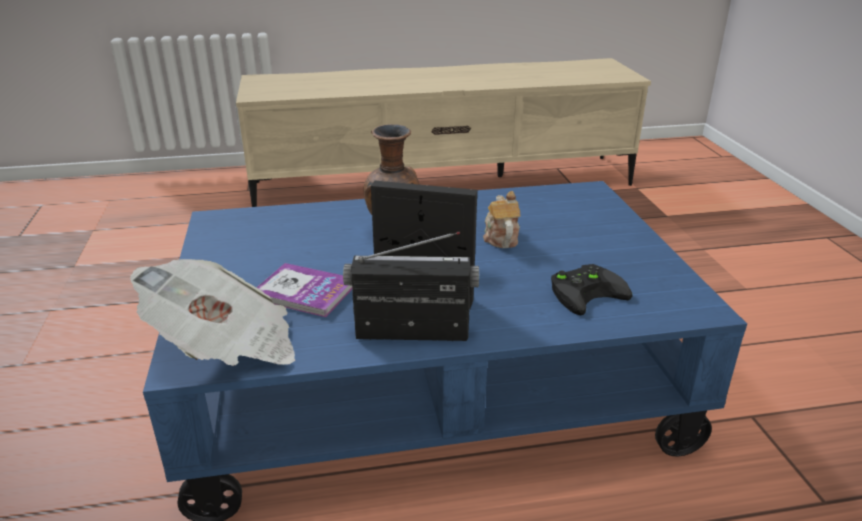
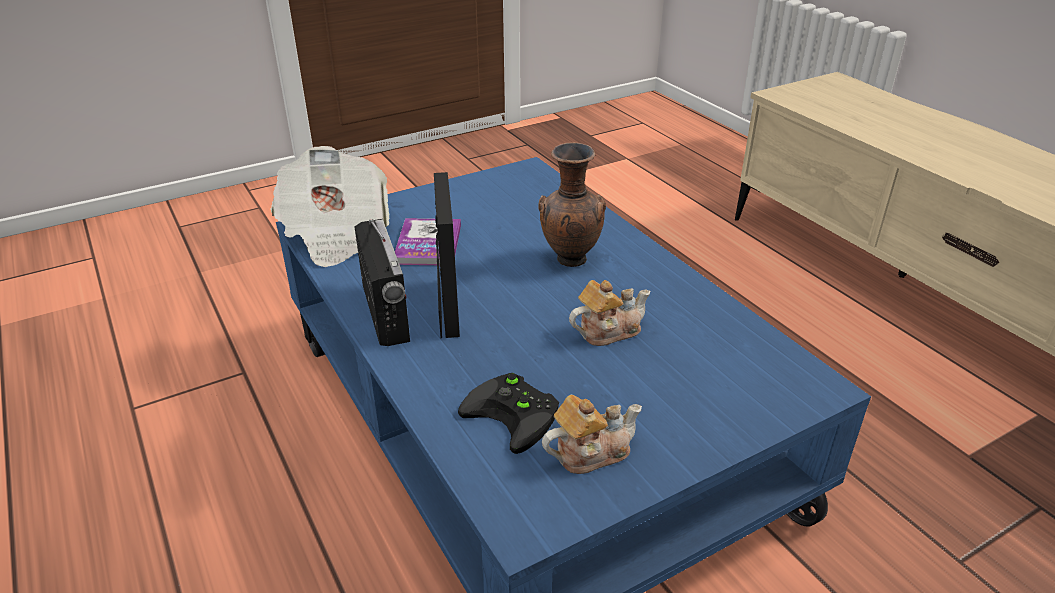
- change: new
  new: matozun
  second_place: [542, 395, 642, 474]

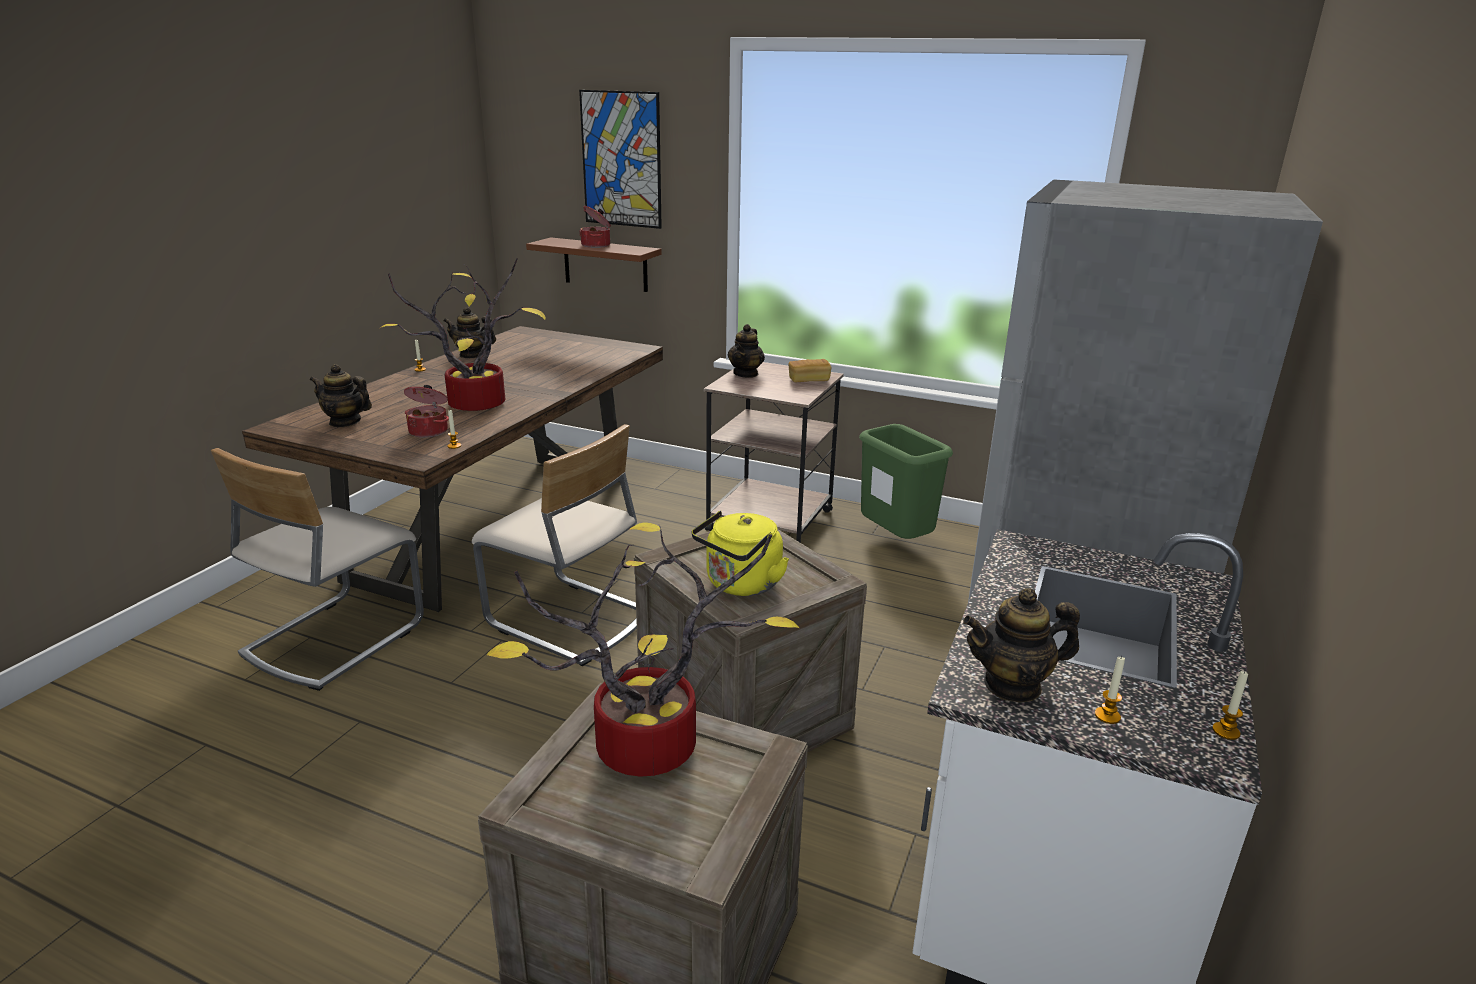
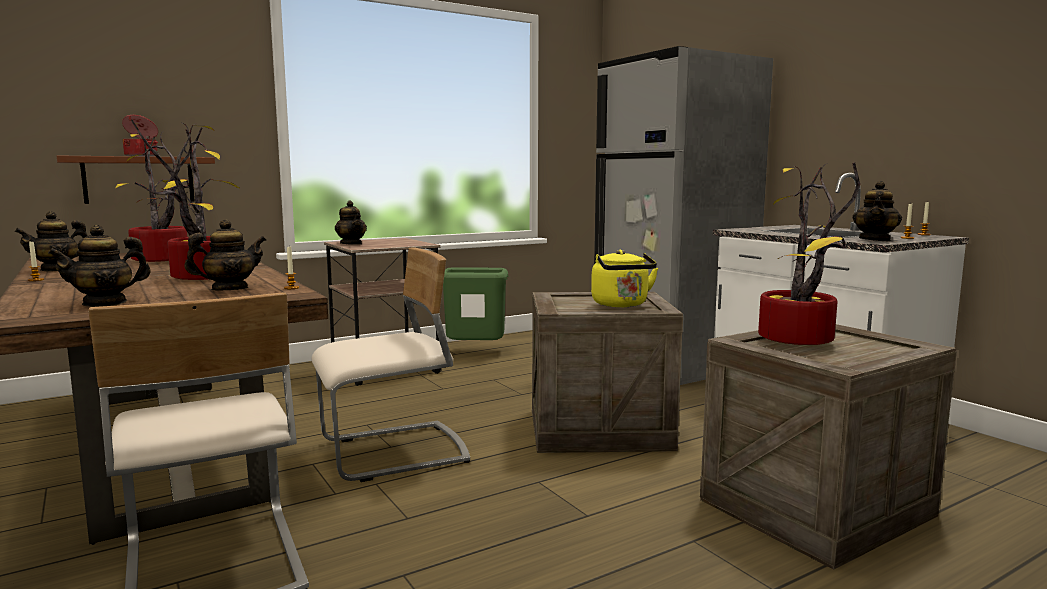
- change: new
  new: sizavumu
  second_place: [127, 129, 192, 262]
- change: swapped
  old: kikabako
  new: matozun
  first_place: [404, 385, 449, 438]
  second_place: [185, 219, 266, 290]
- change: gone
  old: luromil
  first_place: [579, 90, 662, 229]
- change: gone
  old: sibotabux
  first_place: [788, 359, 832, 382]

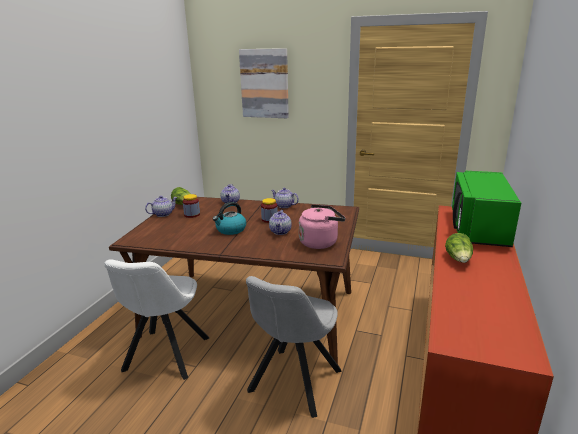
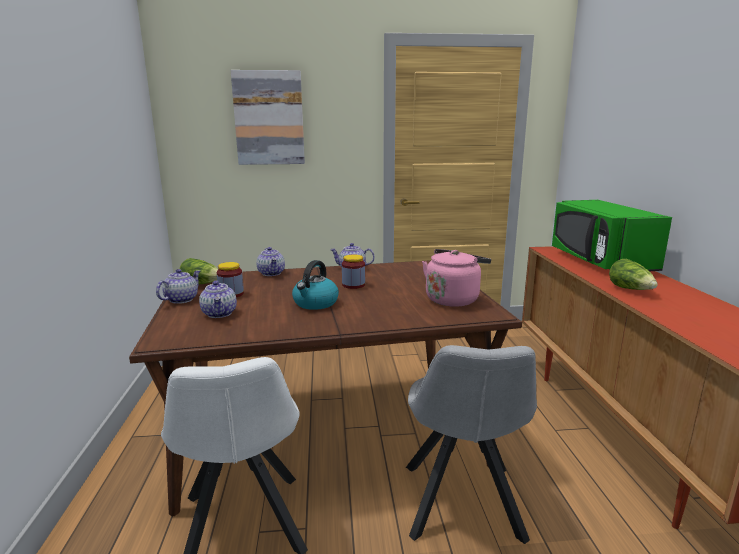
- change: shifted
  old: matozun
  first_place: [269, 210, 292, 235]
  second_place: [199, 280, 237, 318]

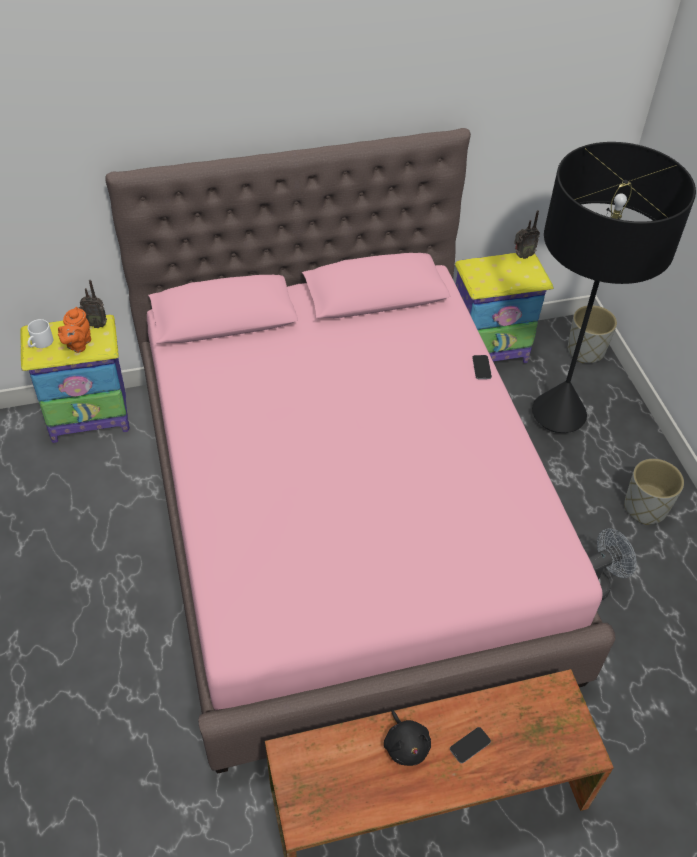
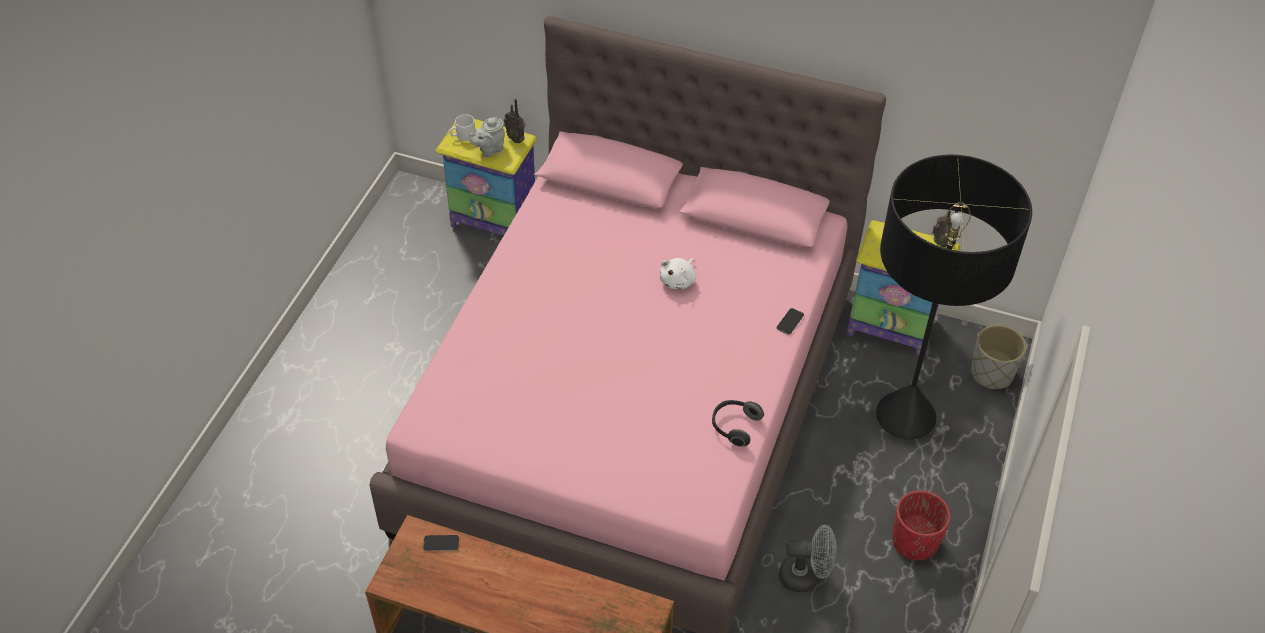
- change: shifted
  old: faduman
  first_place: [450, 727, 491, 763]
  second_place: [423, 535, 459, 551]
- change: repainted
  old: orange_matozun
  new: grey_matozun
  first_place: [58, 307, 91, 353]
  second_place: [469, 117, 505, 157]
- change: new
  new: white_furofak
  second_place: [660, 258, 696, 289]
- change: new
  new: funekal
  second_place: [712, 400, 764, 447]
- change: repainted
  old: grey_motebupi
  new: red_motebupi
  first_place: [624, 459, 684, 525]
  second_place: [892, 490, 951, 560]
- change: gone
  old: black_furofak
  first_place: [384, 710, 431, 766]

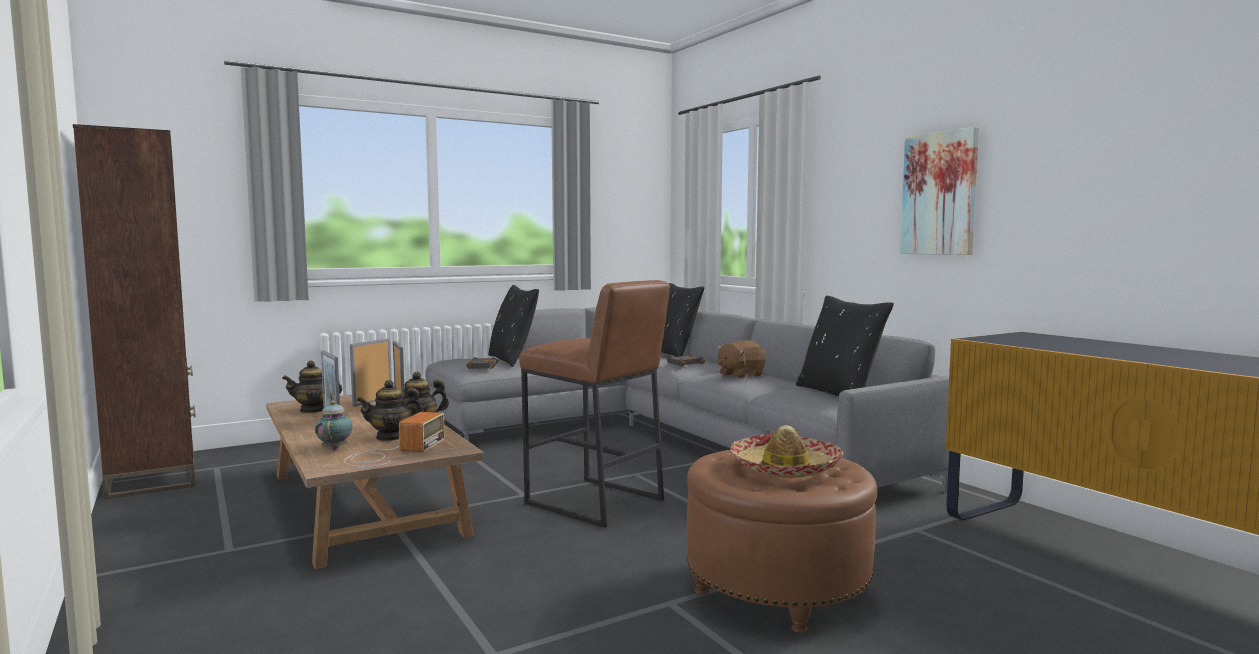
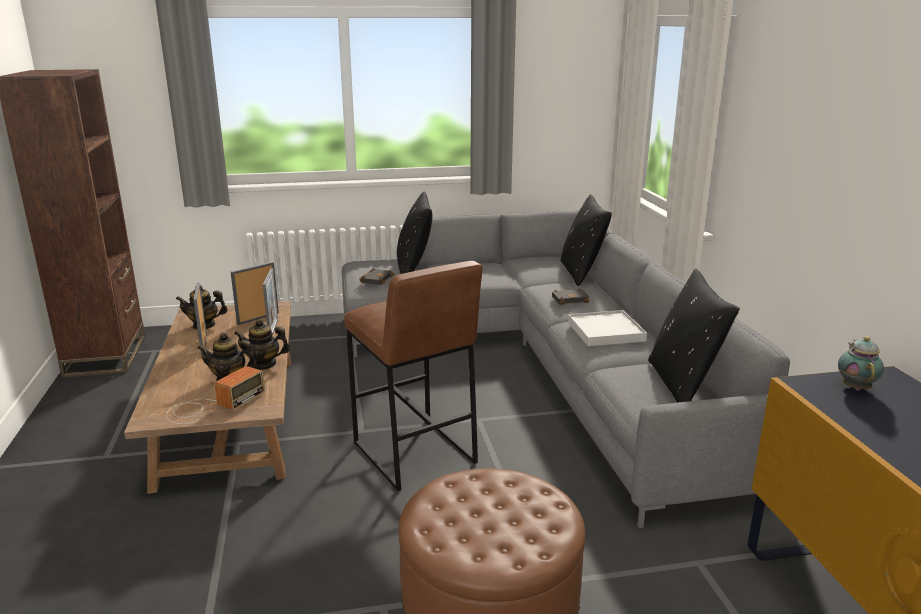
- change: swapped
  old: brown_furofak
  new: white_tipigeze
  first_place: [718, 340, 766, 379]
  second_place: [568, 310, 647, 346]
- change: shifted
  old: matozun
  first_place: [315, 401, 353, 450]
  second_place: [838, 336, 884, 391]
- change: gone
  old: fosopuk
  first_place: [730, 425, 843, 478]
- change: gone
  old: luromil
  first_place: [900, 127, 979, 255]

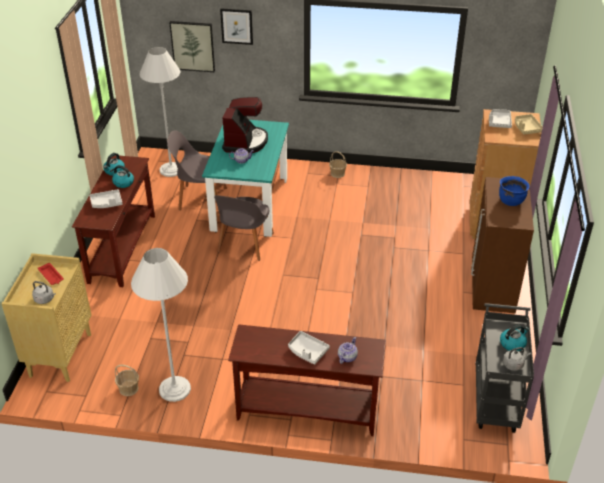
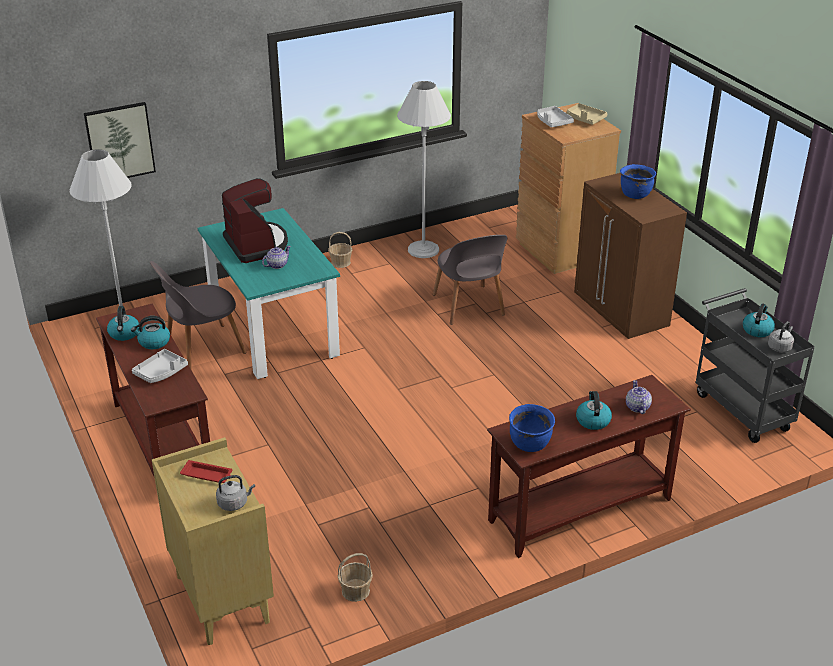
- change: shifted
  old: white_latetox
  first_place: [131, 248, 191, 402]
  second_place: [397, 81, 451, 258]
- change: shifted
  old: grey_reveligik
  first_place: [214, 195, 274, 261]
  second_place: [432, 235, 507, 325]
- change: new
  new: blue_kikabako
  second_place: [509, 404, 555, 452]
- change: swapped
  old: grey_tipigeze
  new: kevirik
  first_place: [288, 331, 330, 365]
  second_place: [576, 391, 612, 430]
- change: gone
  old: luromil
  first_place: [220, 8, 253, 45]

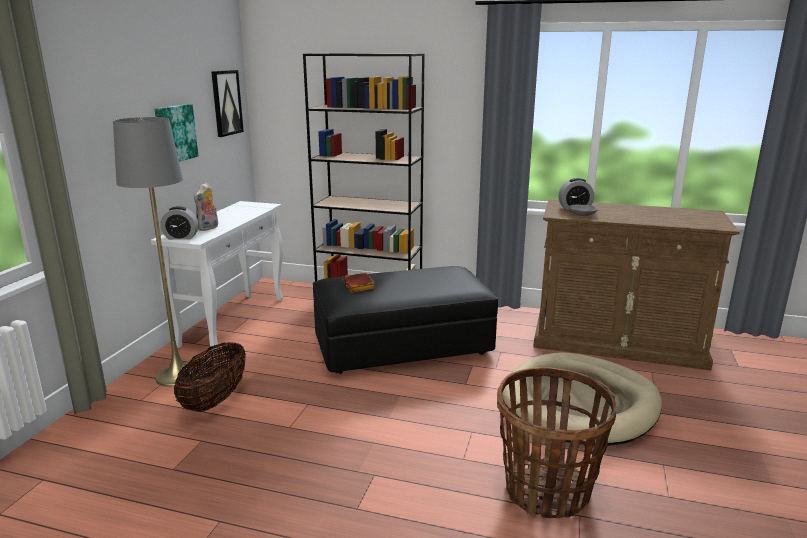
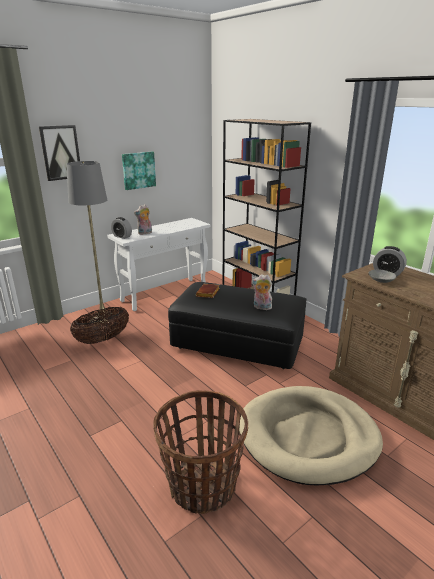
- change: shifted
  old: luromil
  first_place: [211, 70, 244, 137]
  second_place: [39, 125, 80, 181]
- change: new
  new: furofak
  second_place: [252, 274, 272, 310]

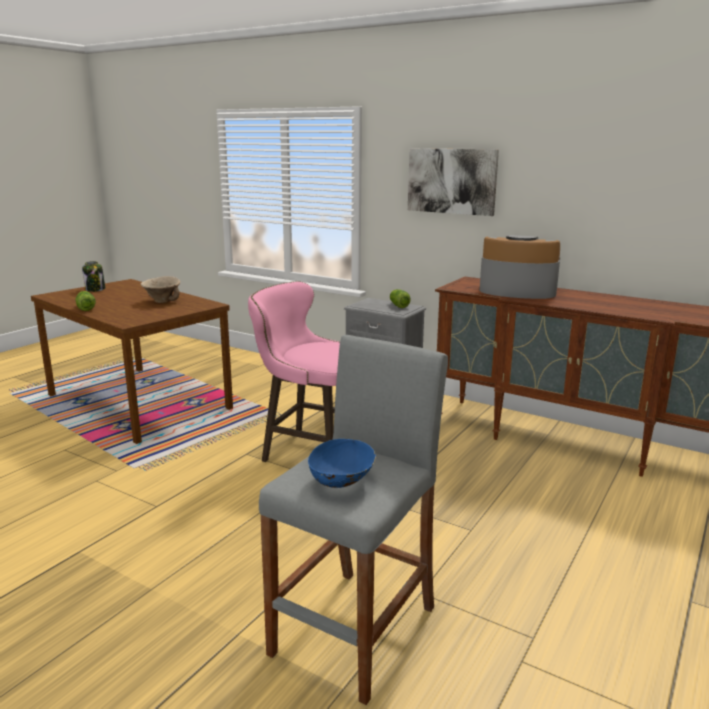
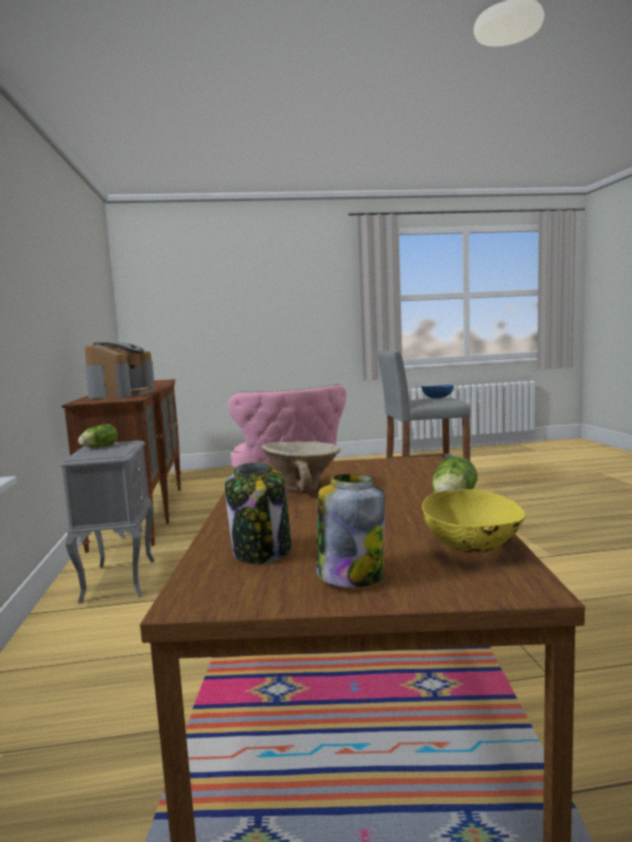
- change: rotated
  old: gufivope
  first_place: [479, 235, 560, 299]
  second_place: [85, 342, 155, 399]
  degrees: -150
- change: new
  new: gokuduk
  second_place: [225, 462, 292, 564]
- change: new
  new: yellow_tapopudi
  second_place: [422, 488, 526, 553]
- change: gone
  old: luromil
  first_place: [408, 148, 499, 216]

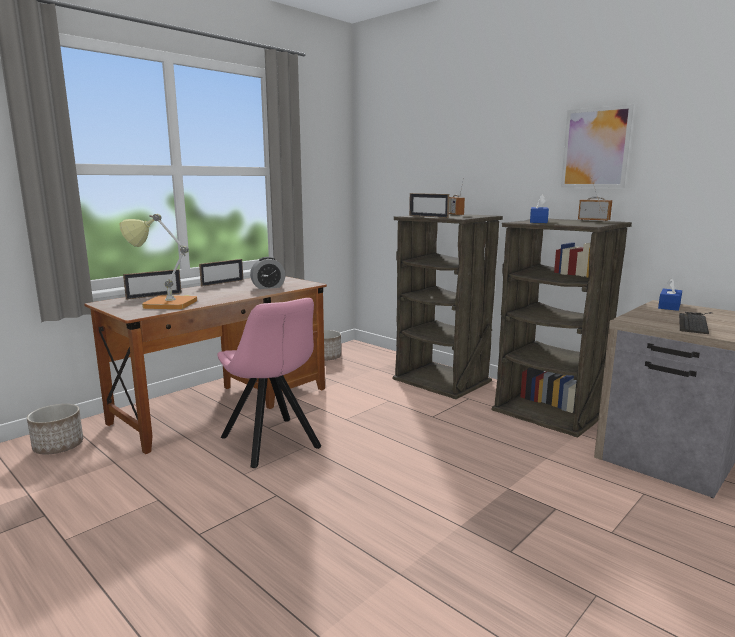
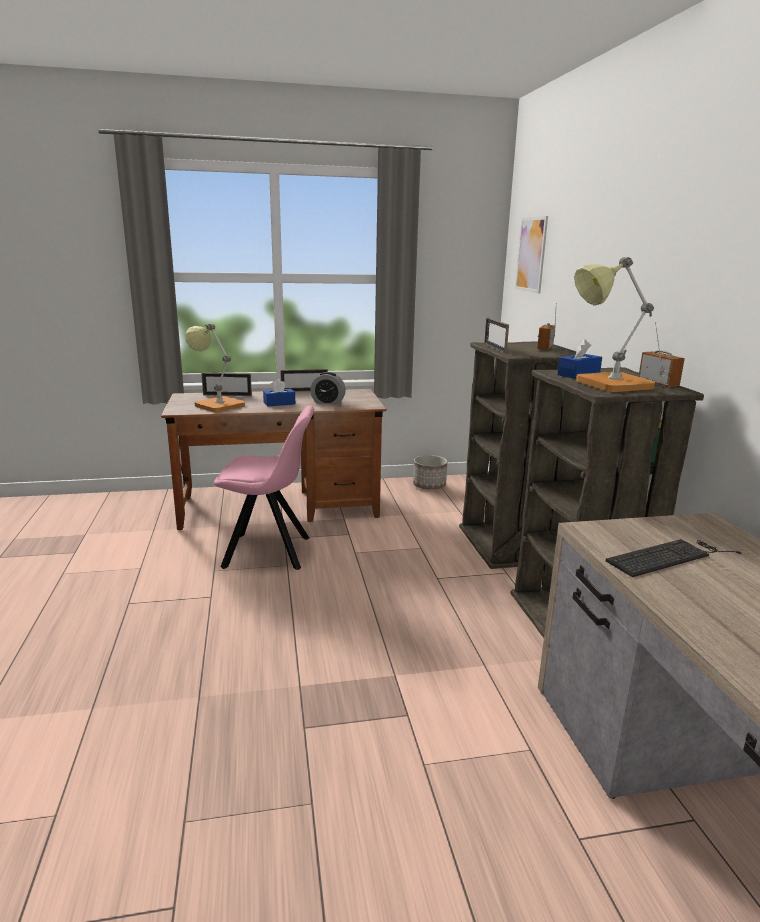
- change: rotated
  old: pink_reveligik
  first_place: [217, 298, 321, 468]
  second_place: [214, 405, 314, 570]
  degrees: -90
- change: shifted
  old: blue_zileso
  first_place: [658, 278, 682, 311]
  second_place: [263, 379, 295, 407]
- change: shifted
  old: luromil
  first_place: [561, 104, 634, 188]
  second_place: [515, 216, 548, 293]
- change: new
  new: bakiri
  second_place: [574, 257, 655, 392]
- change: gone
  old: motebupi
  first_place: [27, 404, 83, 455]

